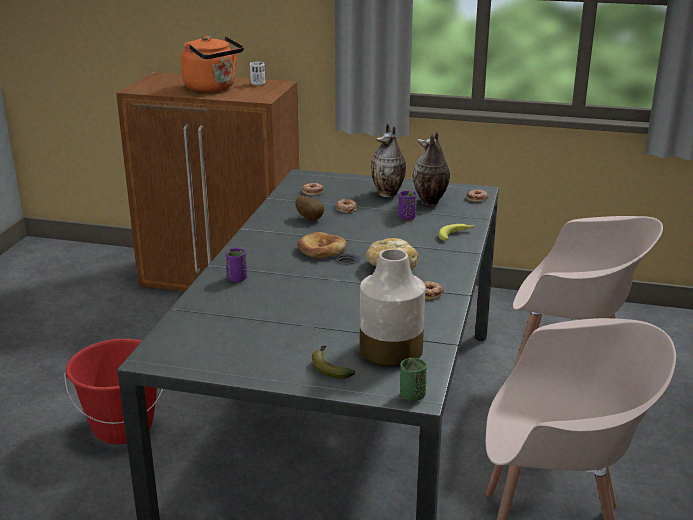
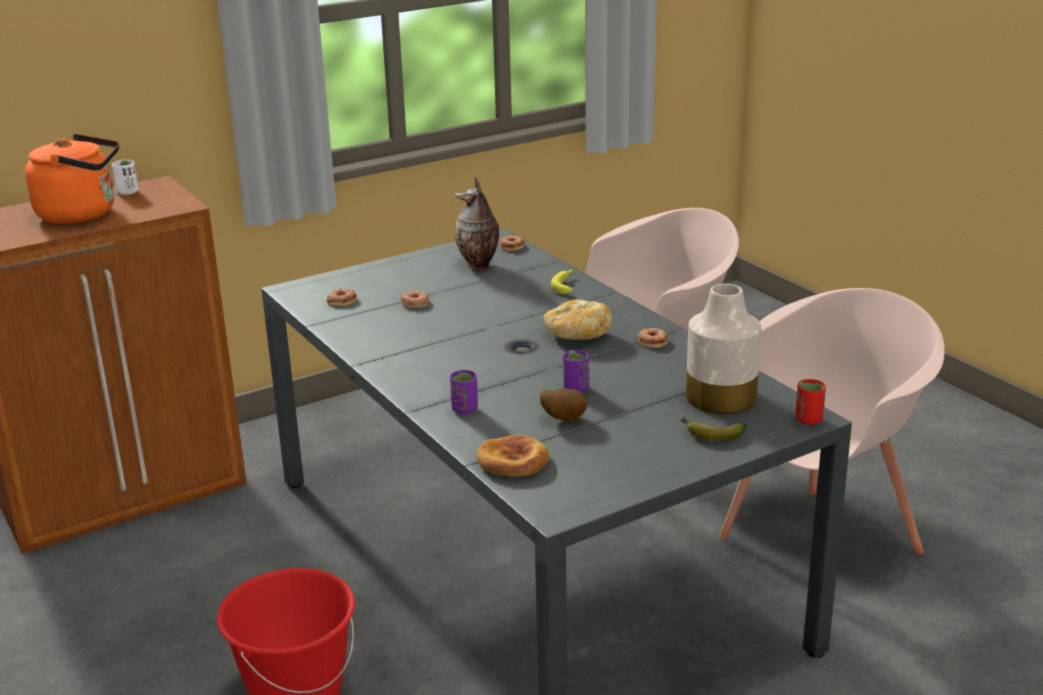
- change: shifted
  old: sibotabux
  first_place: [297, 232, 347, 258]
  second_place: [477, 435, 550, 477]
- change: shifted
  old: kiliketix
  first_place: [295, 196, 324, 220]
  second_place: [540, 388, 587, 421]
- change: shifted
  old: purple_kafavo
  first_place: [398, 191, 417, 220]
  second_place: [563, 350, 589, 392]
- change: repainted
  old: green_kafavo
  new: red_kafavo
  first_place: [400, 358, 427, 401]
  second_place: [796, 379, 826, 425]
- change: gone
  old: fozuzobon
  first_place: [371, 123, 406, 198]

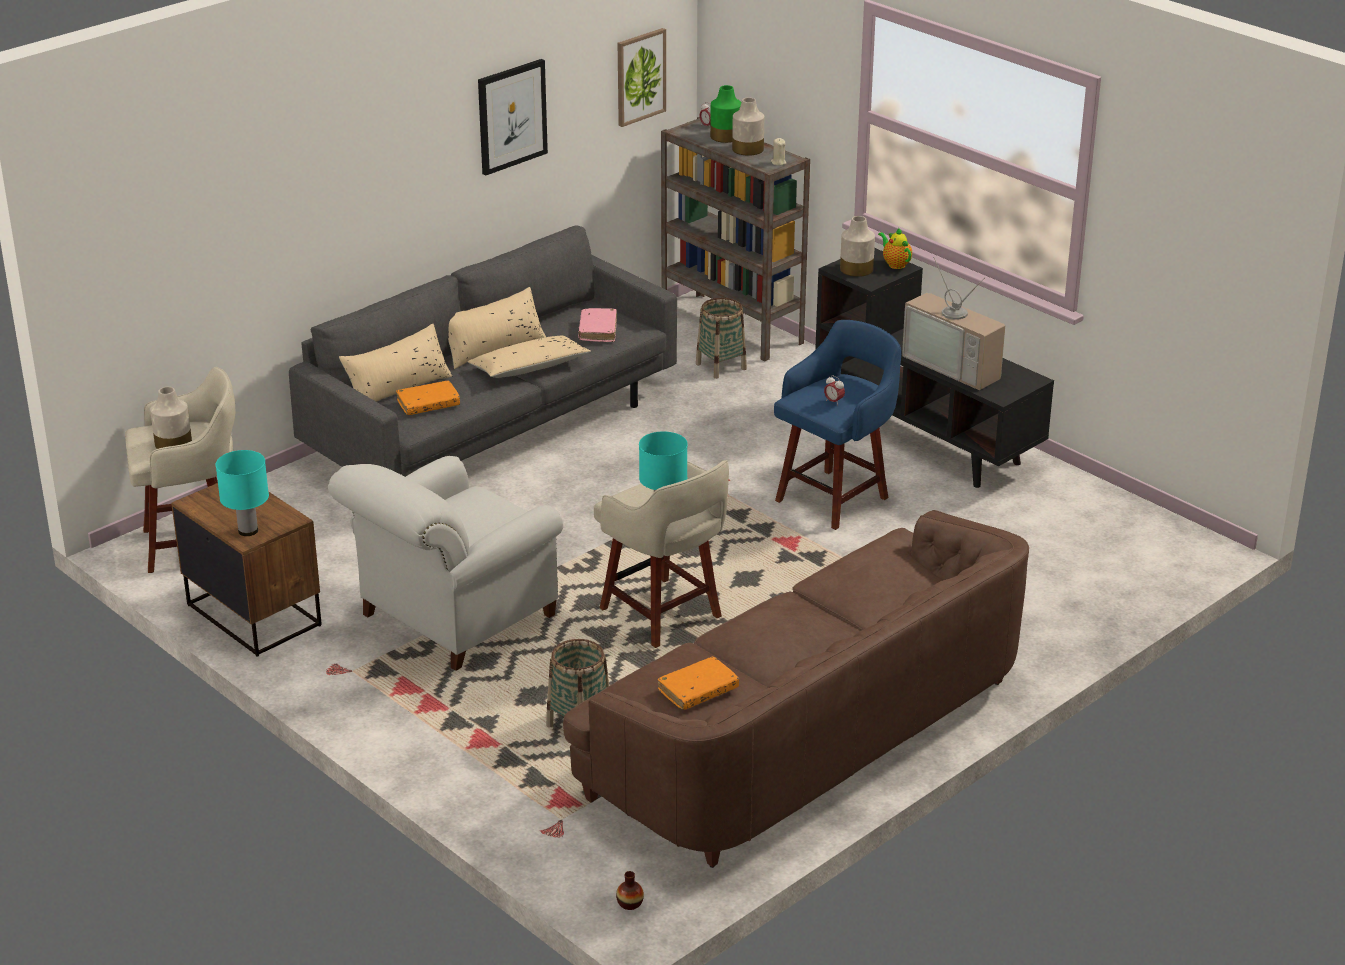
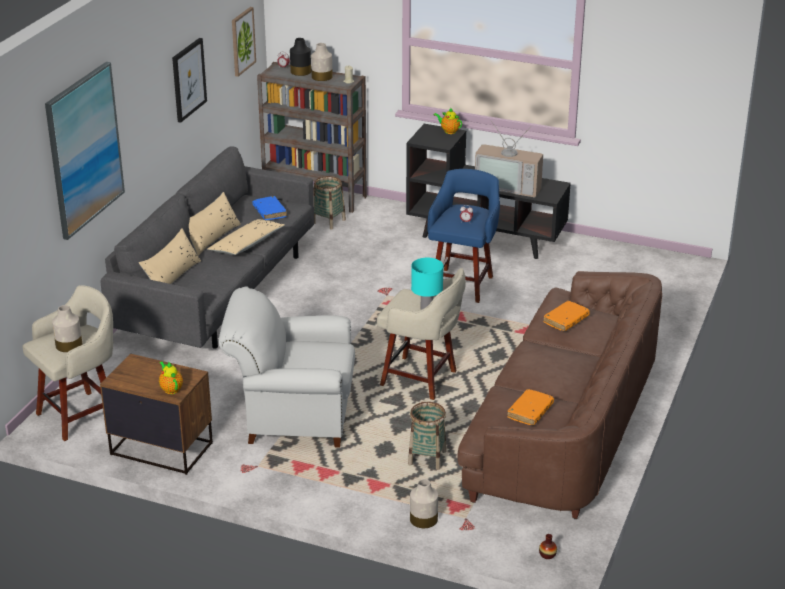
- change: new
  new: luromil
  second_place: [45, 62, 125, 240]
- change: swapped
  old: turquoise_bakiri
  new: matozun
  first_place: [216, 450, 269, 536]
  second_place: [159, 361, 183, 394]
- change: rotated
  old: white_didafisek
  first_place: [328, 456, 563, 671]
  second_place: [219, 287, 355, 448]
  degrees: 75
- change: repainted
  old: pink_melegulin
  new: blue_melegulin
  first_place: [578, 308, 617, 342]
  second_place: [253, 196, 287, 220]
- change: repainted
  old: green_fozuzobon
  new: black_fozuzobon
  first_place: [710, 85, 741, 143]
  second_place: [290, 38, 311, 76]
- change: shifted
  old: beige_fozuzobon
  first_place: [840, 216, 875, 277]
  second_place: [410, 479, 438, 528]
- change: shifted
  old: orange_melegulin
  first_place: [396, 381, 460, 415]
  second_place: [544, 301, 590, 331]

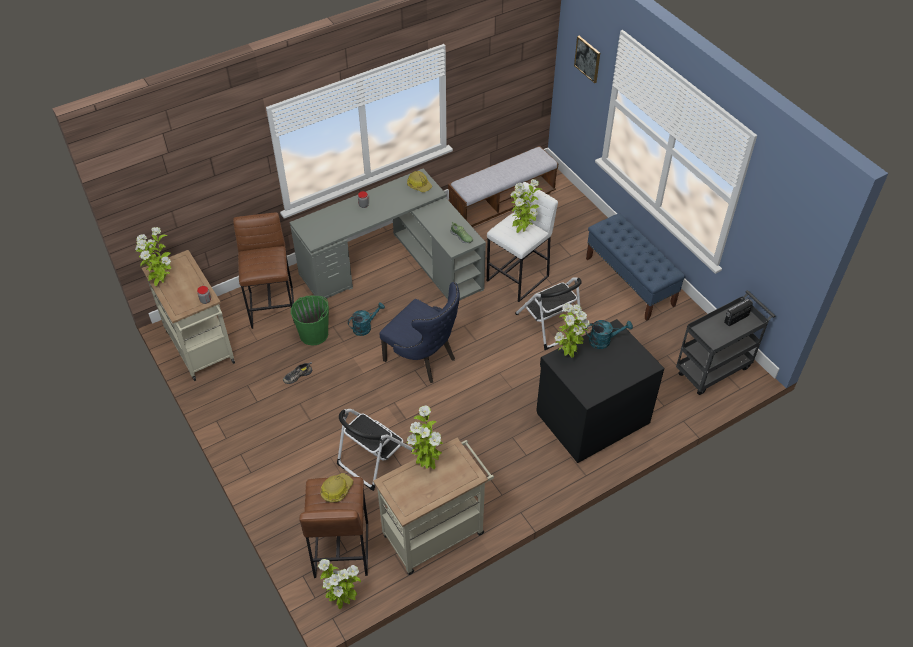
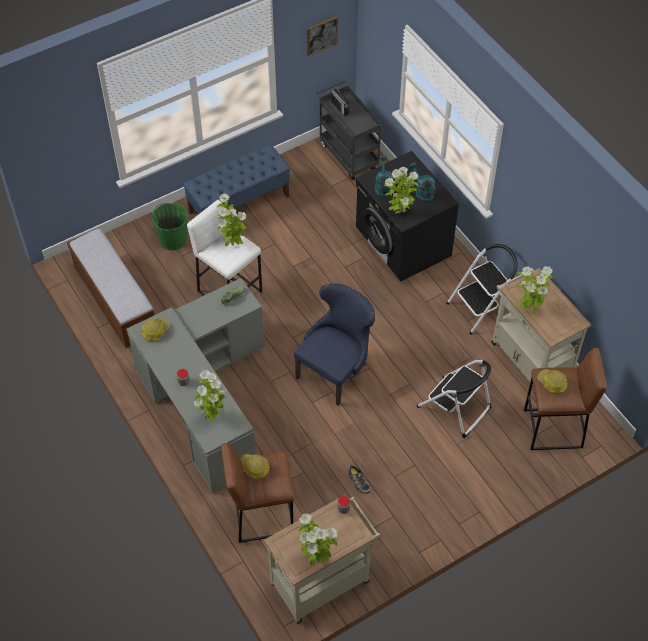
- change: shifted
  old: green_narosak
  first_place: [291, 295, 329, 346]
  second_place: [152, 203, 188, 250]
- change: shifted
  old: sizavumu
  first_place: [318, 559, 361, 609]
  second_place: [194, 370, 227, 422]
- change: new
  new: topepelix
  second_place: [241, 454, 270, 479]
- change: shifted
  old: luromil
  first_place: [574, 36, 600, 83]
  second_place: [307, 16, 338, 56]
- change: shifted
  old: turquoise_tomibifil
  first_place: [348, 302, 385, 336]
  second_place: [409, 162, 436, 202]
- change: shifted
  old: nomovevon
  first_place: [515, 277, 582, 350]
  second_place: [446, 244, 518, 334]

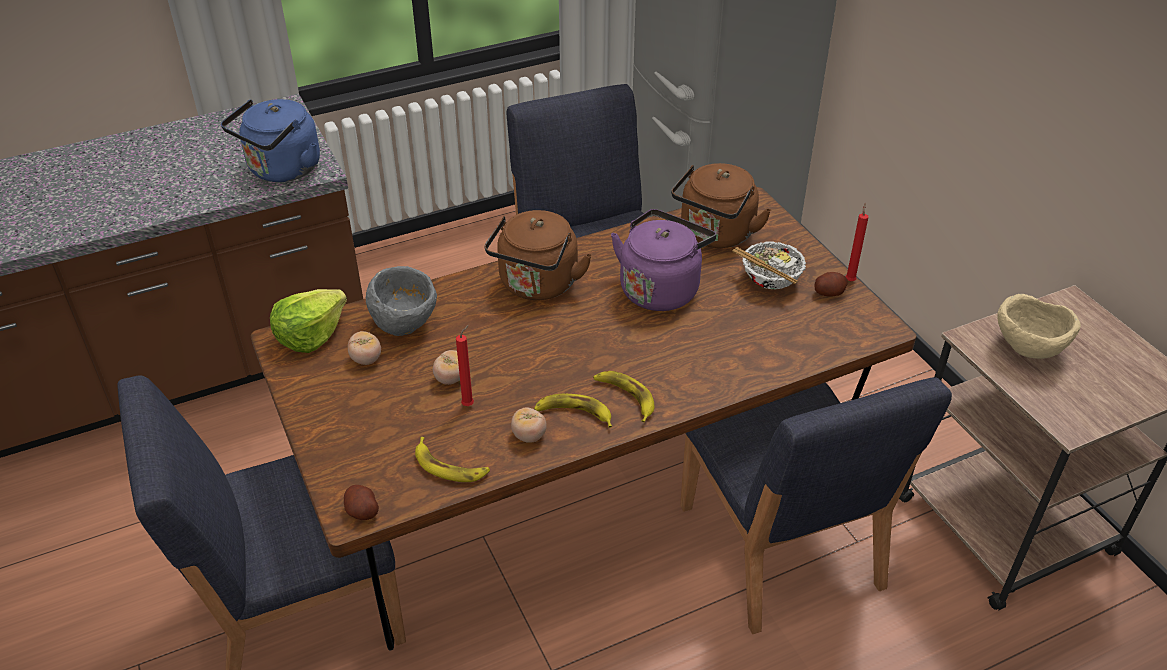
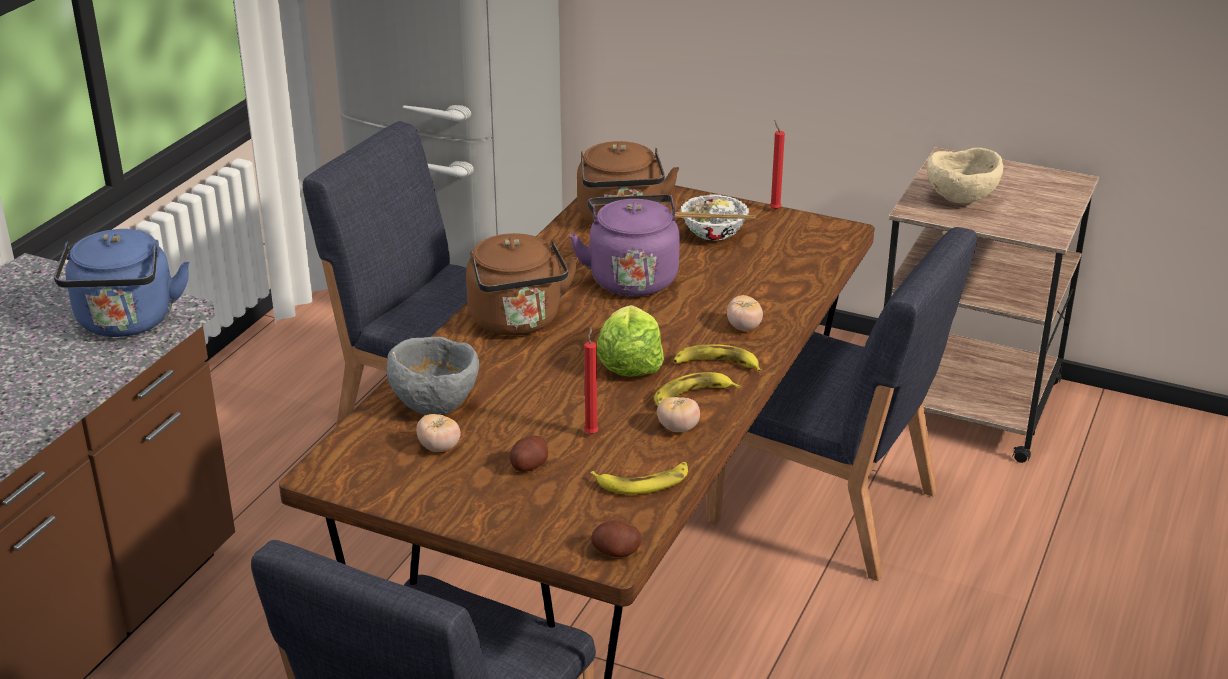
- change: shifted
  old: kiliketix
  first_place: [815, 272, 848, 297]
  second_place: [510, 436, 548, 472]
- change: shifted
  old: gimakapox
  first_place: [270, 289, 347, 353]
  second_place: [597, 305, 664, 377]
- change: shifted
  old: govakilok
  first_place: [433, 350, 460, 385]
  second_place: [727, 295, 763, 331]

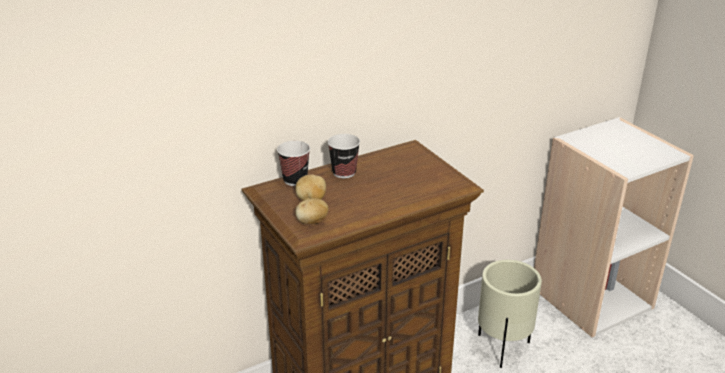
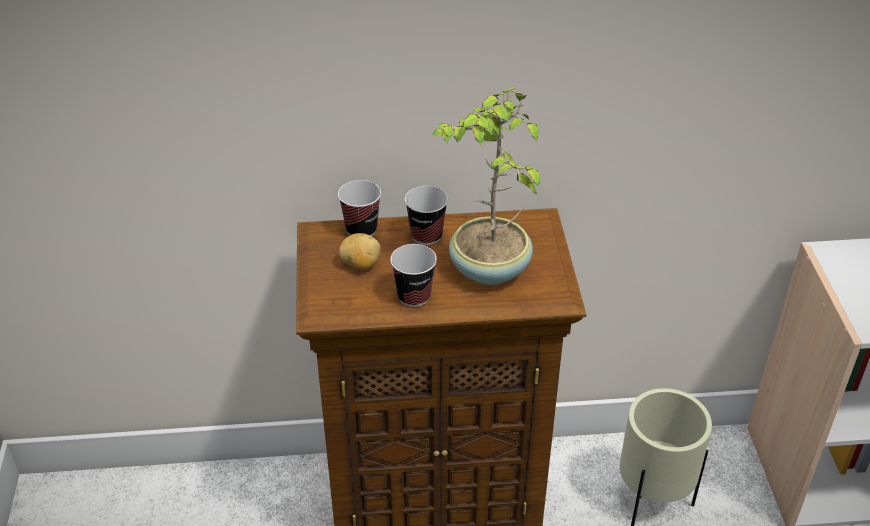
- change: new
  new: kafavo
  second_place: [390, 244, 437, 307]
- change: new
  new: sizavumu
  second_place: [431, 87, 540, 285]
- change: gone
  old: kiliketix
  first_place: [295, 198, 328, 224]

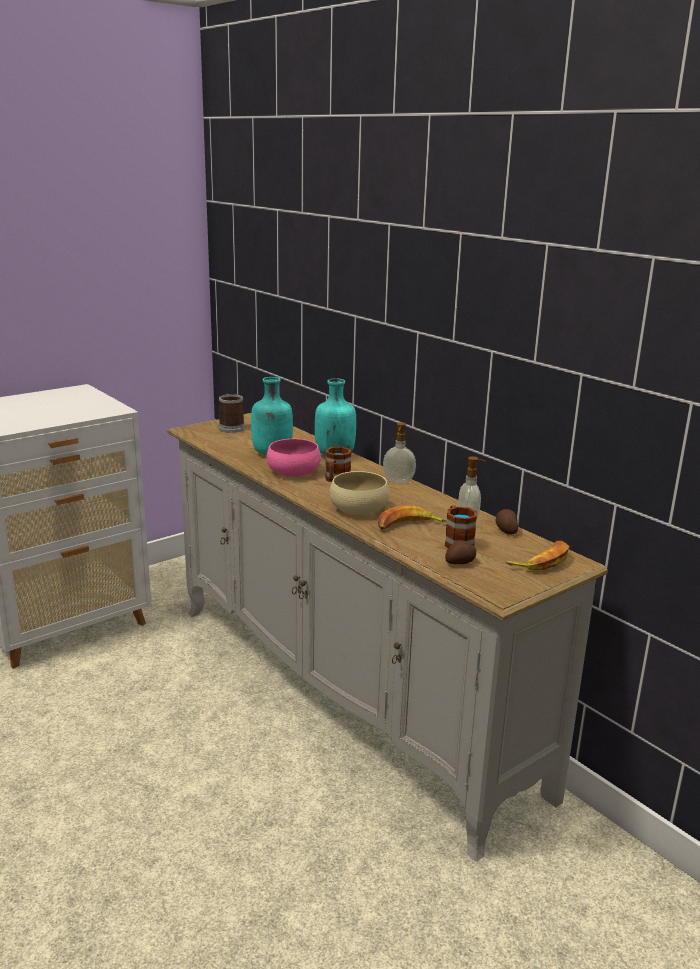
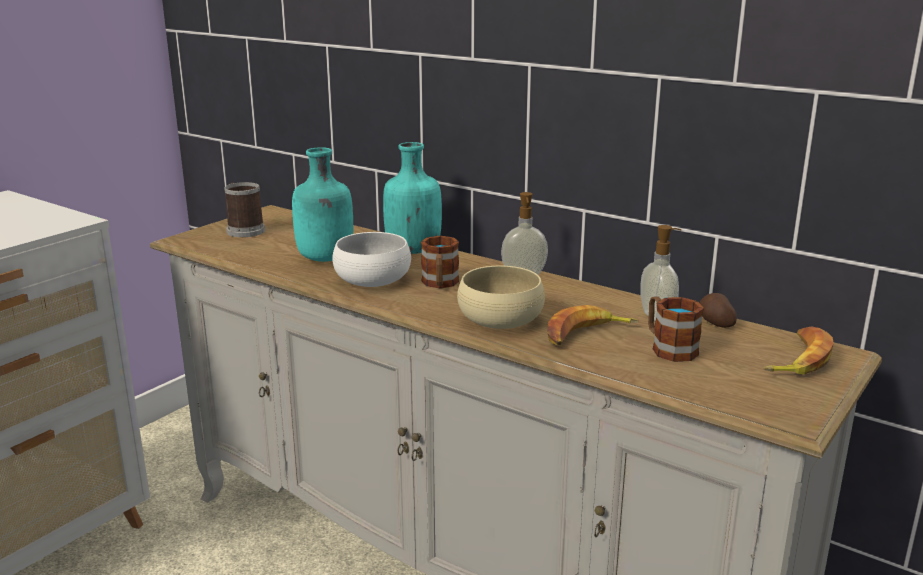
- change: repainted
  old: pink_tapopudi
  new: white_tapopudi
  first_place: [267, 439, 321, 477]
  second_place: [332, 232, 411, 287]
- change: gone
  old: kiliketix
  first_place: [445, 540, 476, 564]

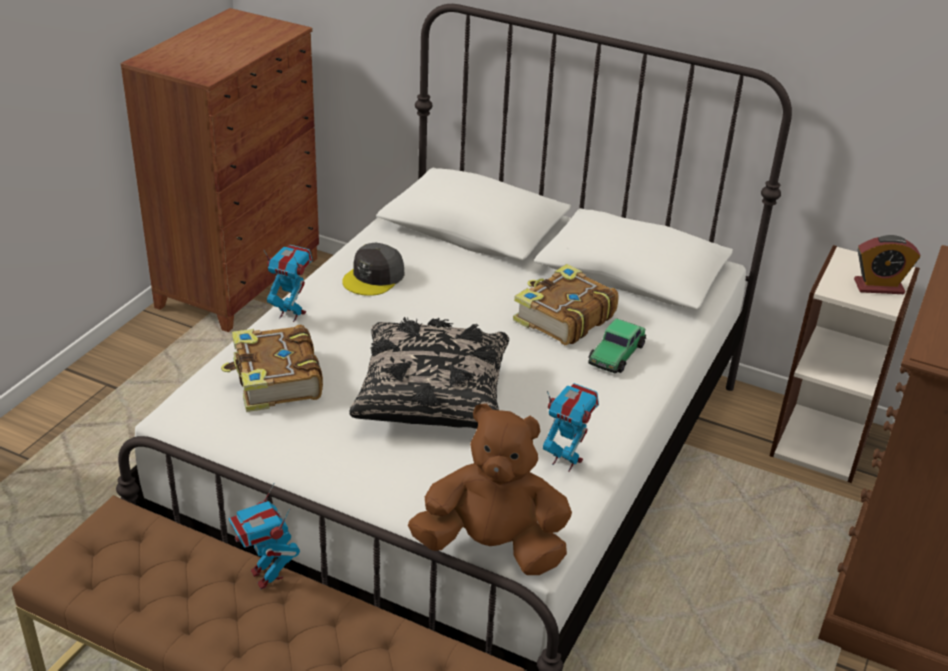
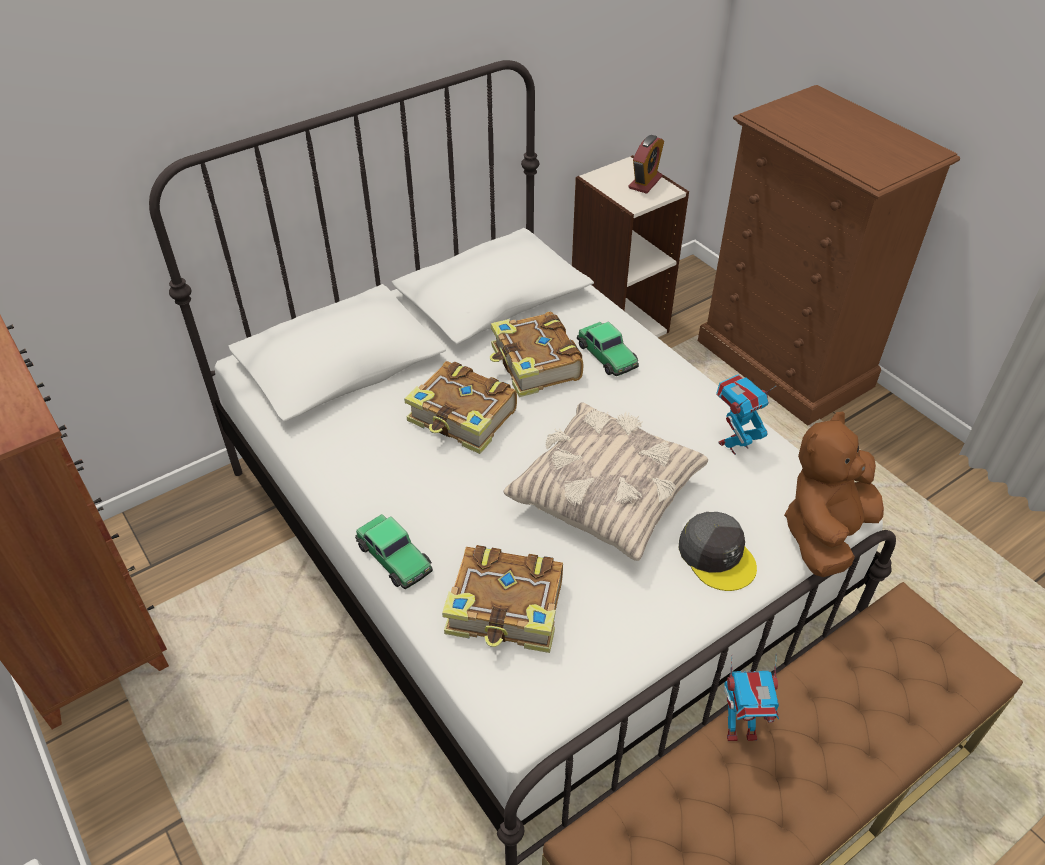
- change: swapped
  old: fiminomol
  new: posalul
  first_place: [263, 245, 312, 322]
  second_place: [355, 514, 433, 589]
- change: new
  new: melegulin
  second_place: [404, 361, 517, 454]
- change: repainted
  old: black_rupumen
  new: beige_rupumen
  first_place: [349, 317, 509, 429]
  second_place: [503, 402, 708, 561]
- change: shifted
  old: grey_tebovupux
  first_place: [342, 243, 405, 296]
  second_place: [678, 512, 757, 591]

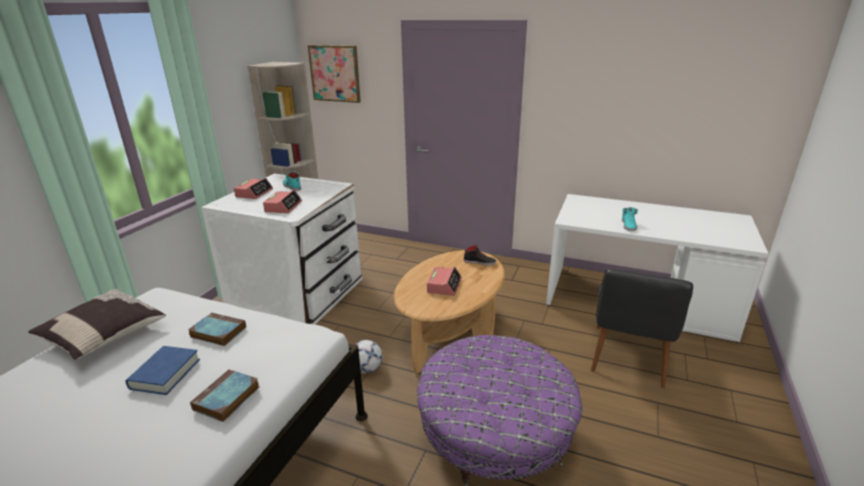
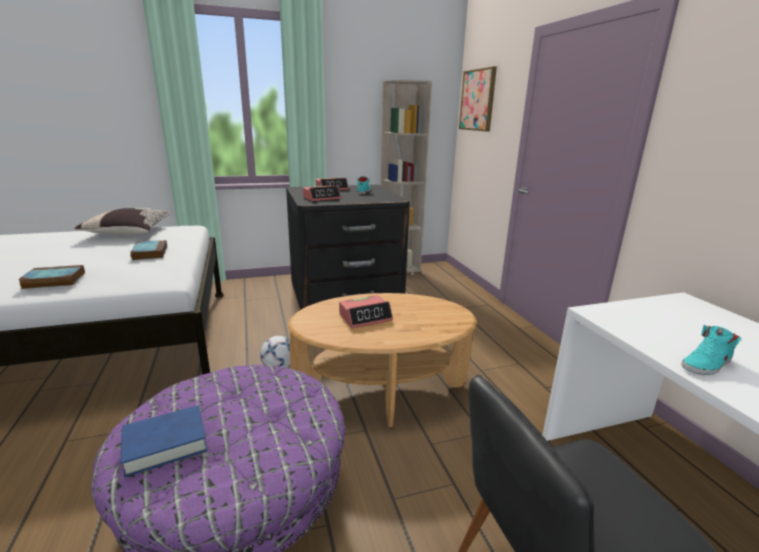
- change: shifted
  old: blue_melegulin
  first_place: [125, 346, 200, 395]
  second_place: [121, 405, 208, 477]
- change: repainted
  old: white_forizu
  new: black_forizu
  first_place: [201, 173, 363, 325]
  second_place: [286, 185, 410, 310]
- change: gone
  old: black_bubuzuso
  first_place: [463, 244, 496, 265]

